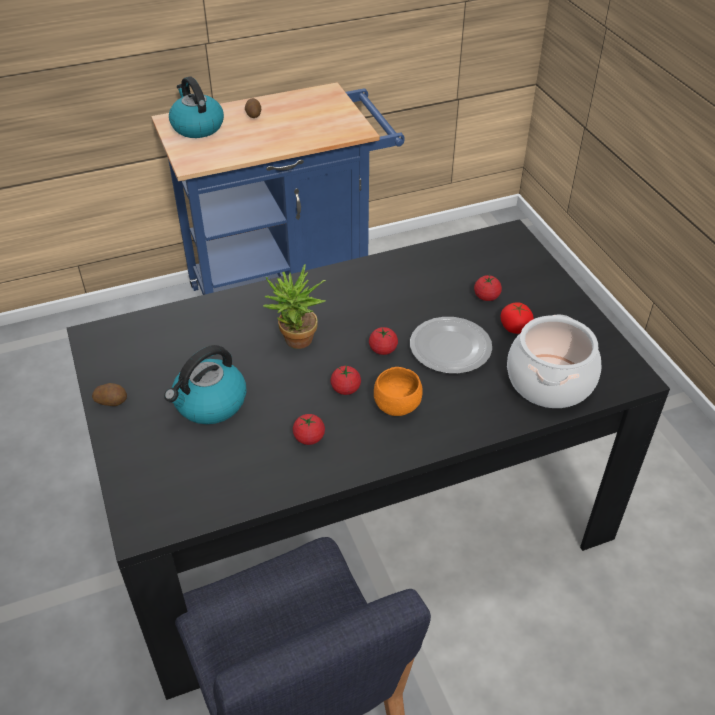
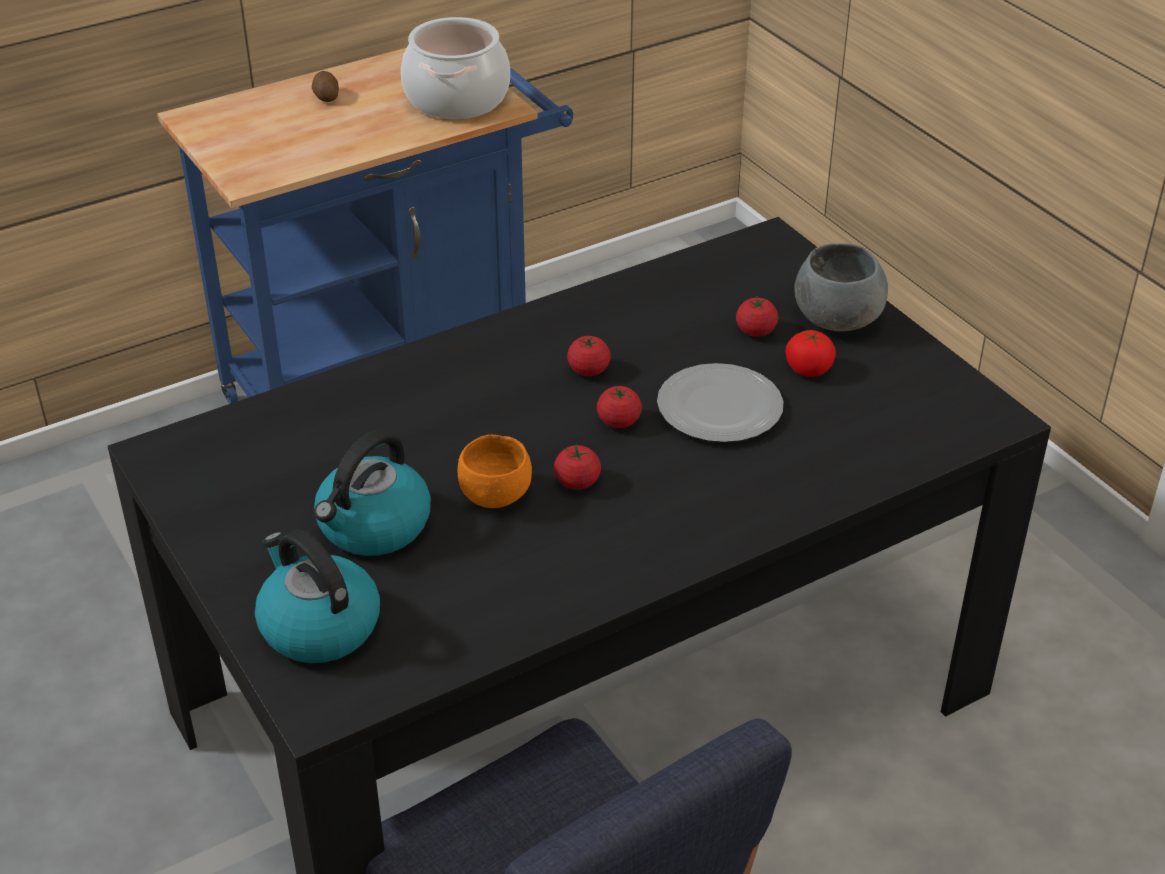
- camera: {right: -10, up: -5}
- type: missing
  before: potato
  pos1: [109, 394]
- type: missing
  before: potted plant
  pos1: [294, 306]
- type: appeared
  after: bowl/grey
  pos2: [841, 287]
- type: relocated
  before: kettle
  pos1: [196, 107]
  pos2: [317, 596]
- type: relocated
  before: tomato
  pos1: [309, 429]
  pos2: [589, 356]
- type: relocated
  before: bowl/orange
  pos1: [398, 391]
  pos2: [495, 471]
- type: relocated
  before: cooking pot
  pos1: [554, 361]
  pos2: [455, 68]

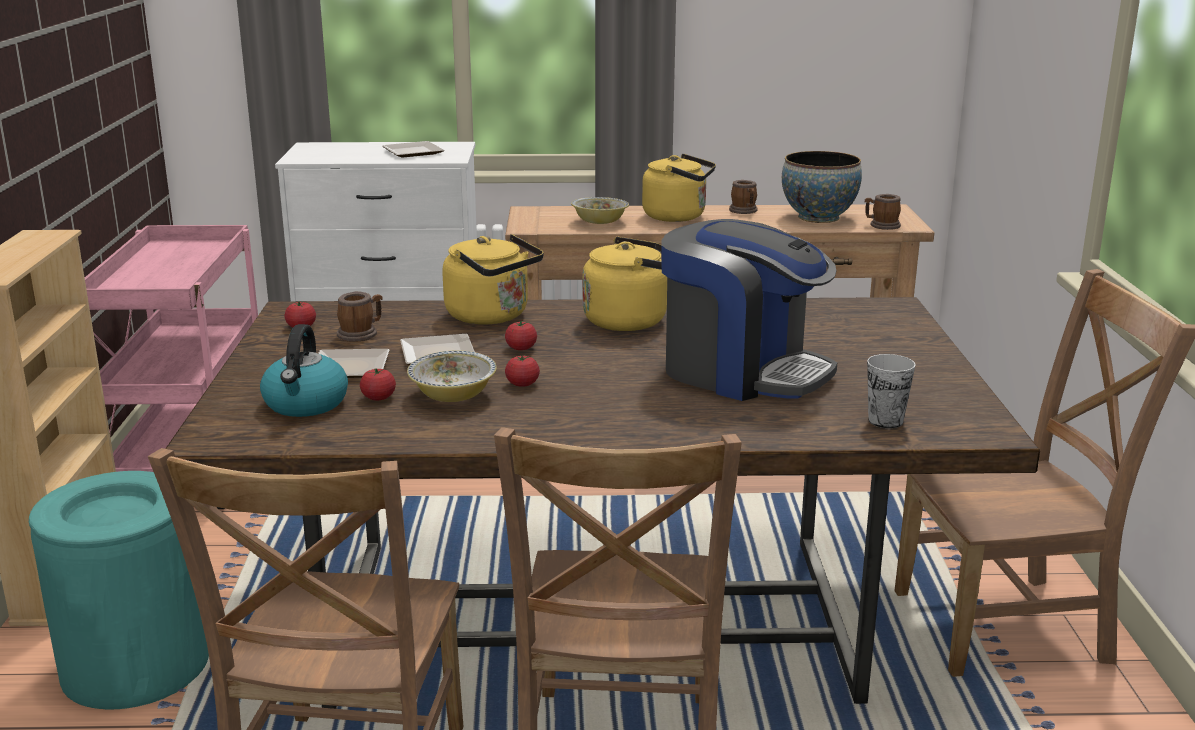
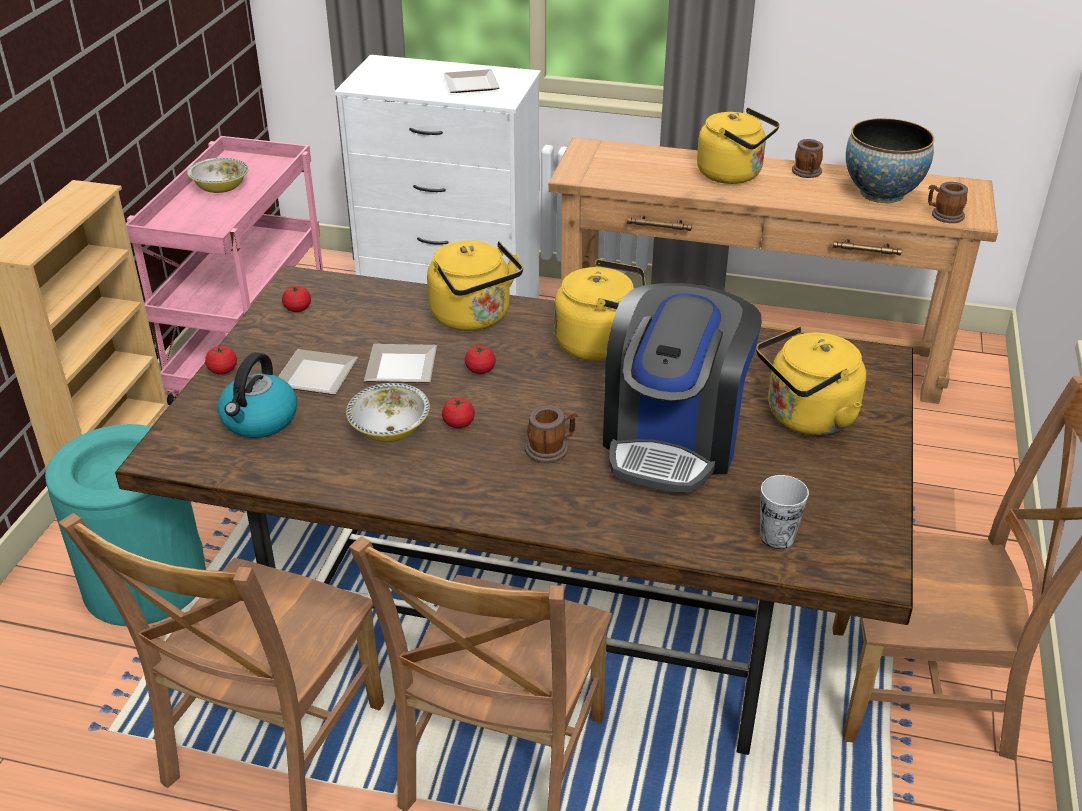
- camera: {right: 15, up: 15}
- type: appeared
  after: kettle/yellow
  pos2: [811, 381]
- type: relocated
  before: mug
  pos1: [360, 316]
  pos2: [551, 434]
- type: relocated
  before: tomato
  pos1: [378, 384]
  pos2: [221, 360]
- type: relocated
  before: bowl
  pos1: [600, 210]
  pos2: [218, 175]
- type: spun
  before: coffee machine
  pos1: [749, 310]
  pos2: [682, 388]
  turn: 60

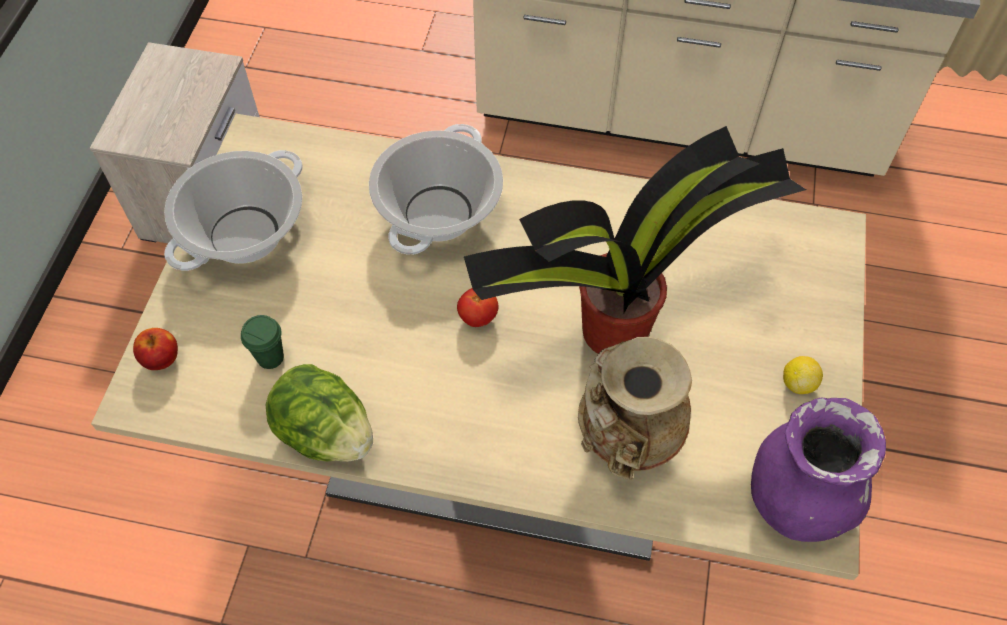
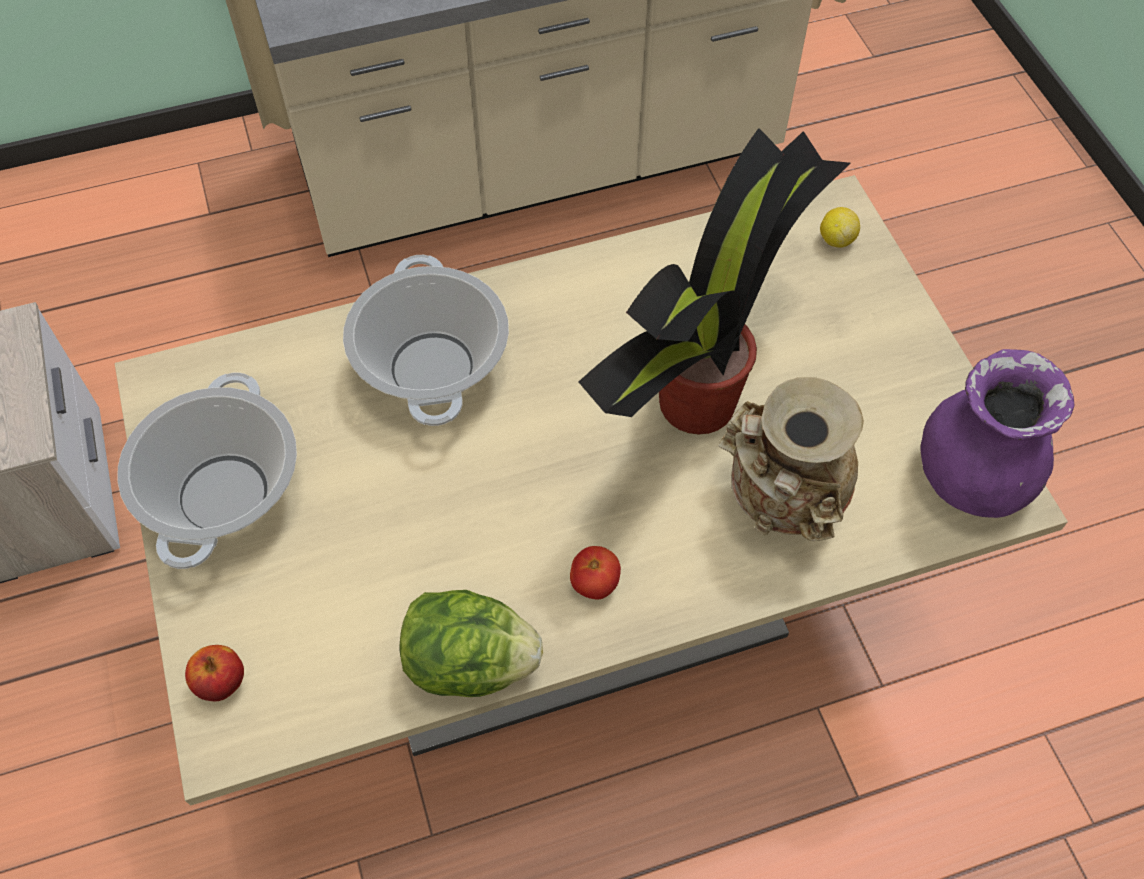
- camera: {right: -30, up: 0}
- type: missing
  before: cup/green
  pos1: [262, 342]
- type: relocated
  before: tomato
  pos1: [478, 307]
  pos2: [595, 572]
- type: relocated
  before: lemon
  pos1: [803, 375]
  pos2: [840, 227]

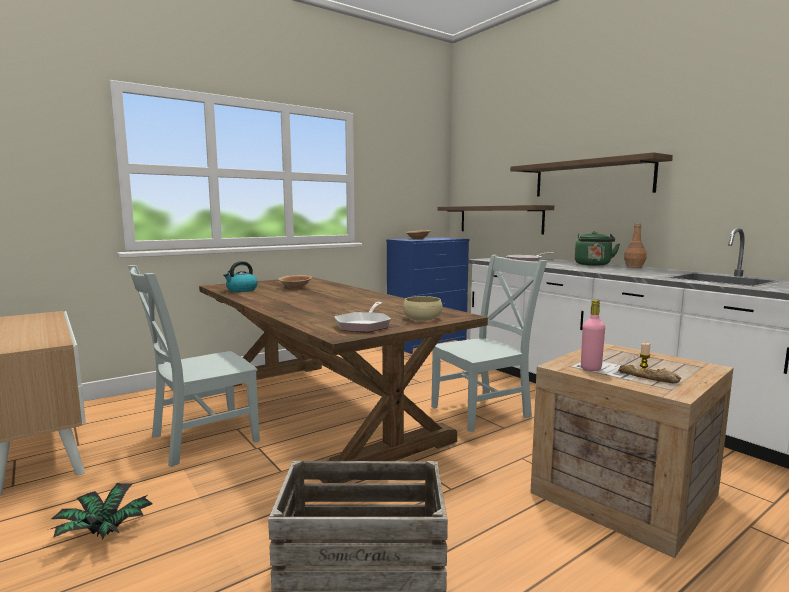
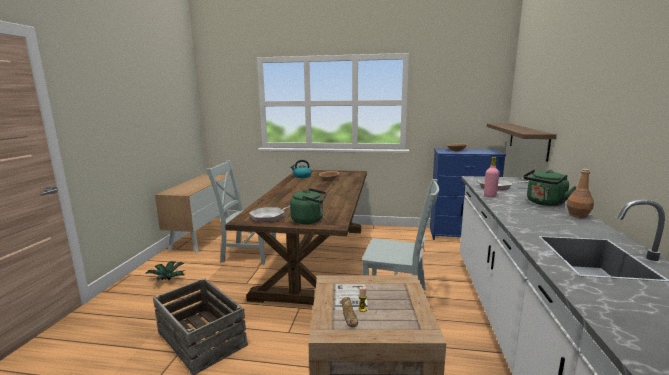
- camera: {right: 45, up: 5}
- type: missing
  before: shelf
  pos1: [591, 174]
- type: relocated
  before: bottle/pink
  pos1: [593, 335]
  pos2: [492, 177]
- type: exchanged
  before: bowl/beige
  after: kettle/green
  pos1: [423, 308]
  pos2: [308, 206]

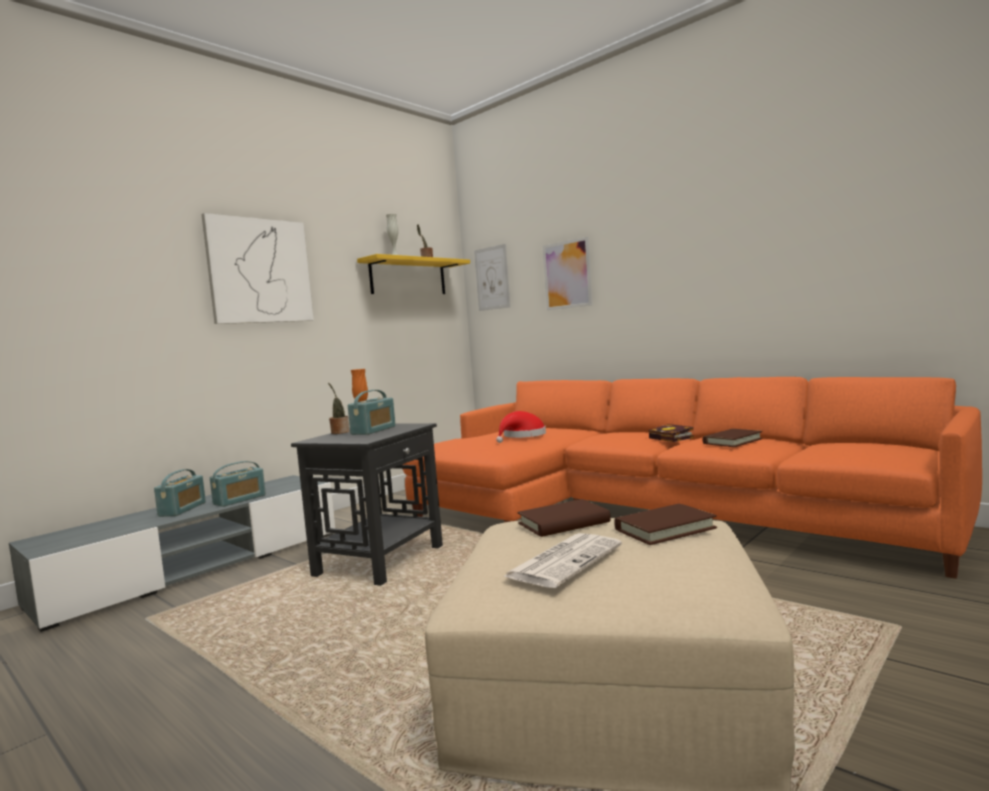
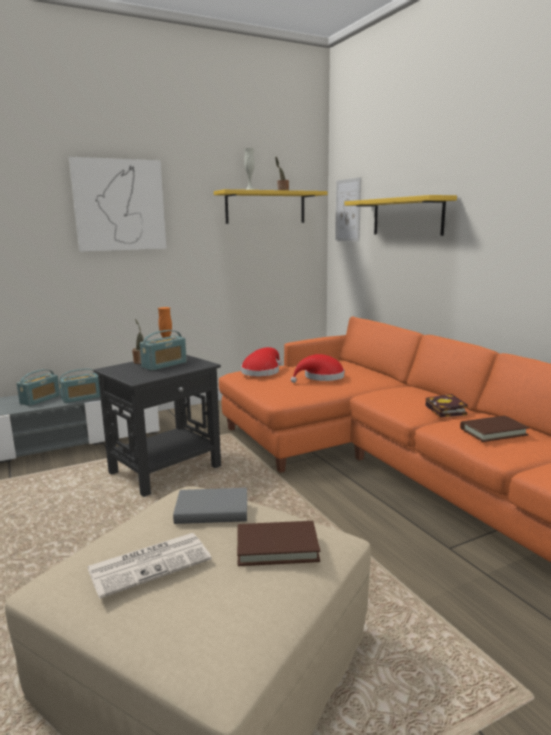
- camera: {right: 20, up: 10}
- type: appeared
  after: hat/red
  pos2: [261, 361]
- type: exchanged
  before: picture
  after: shelf/yellow
  pos1: [567, 273]
  pos2: [401, 215]
- type: colour
  before: book/brown
  after: book/grey
  pos1: [564, 518]
  pos2: [210, 506]

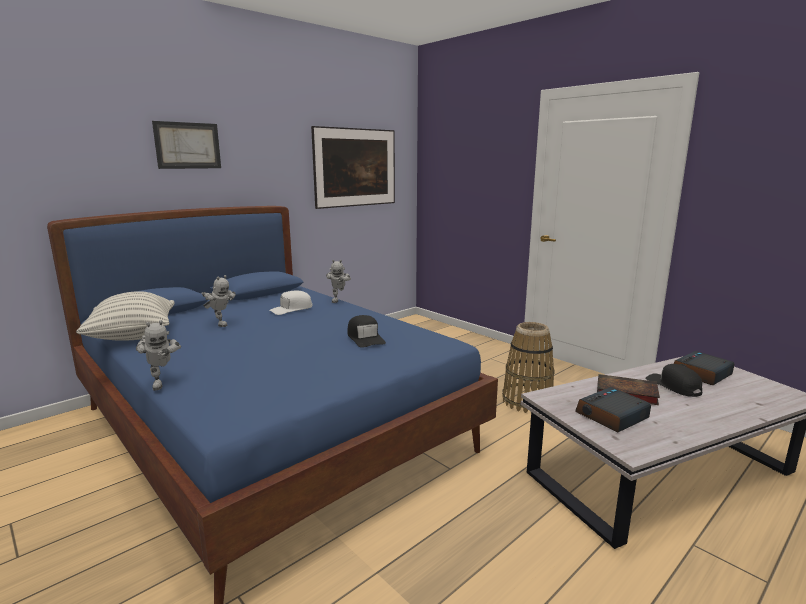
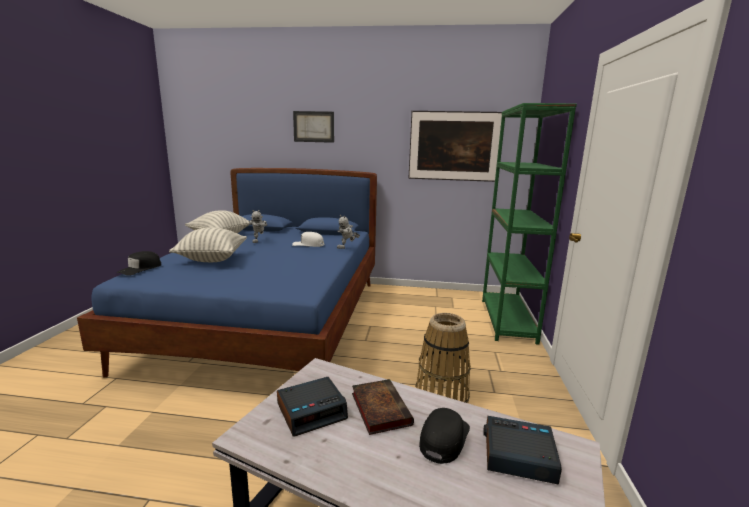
- camera: {right: 50, up: 0}
- type: missing
  before: toy robot
  pos1: [158, 355]
- type: appeared
  after: pillow
  pos2: [208, 244]
- type: appeared
  after: bookcase/green
  pos2: [529, 224]
- type: relocated
  before: cap/black
  pos1: [366, 331]
  pos2: [139, 263]
- type: spun
  before: alarm clock
  pos1: [613, 409]
  pos2: [312, 406]
  turn: 135

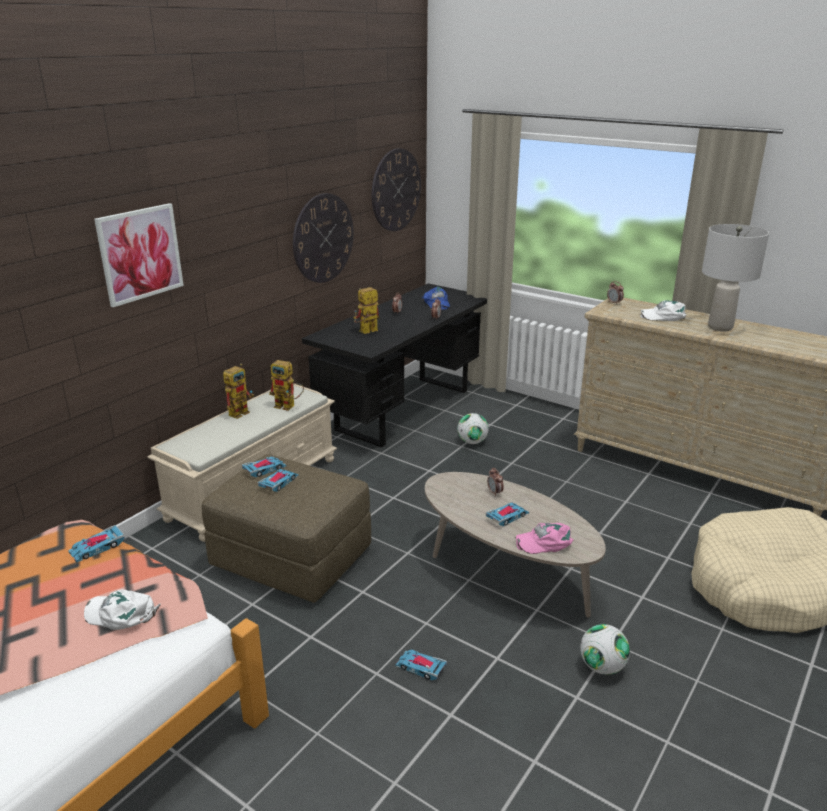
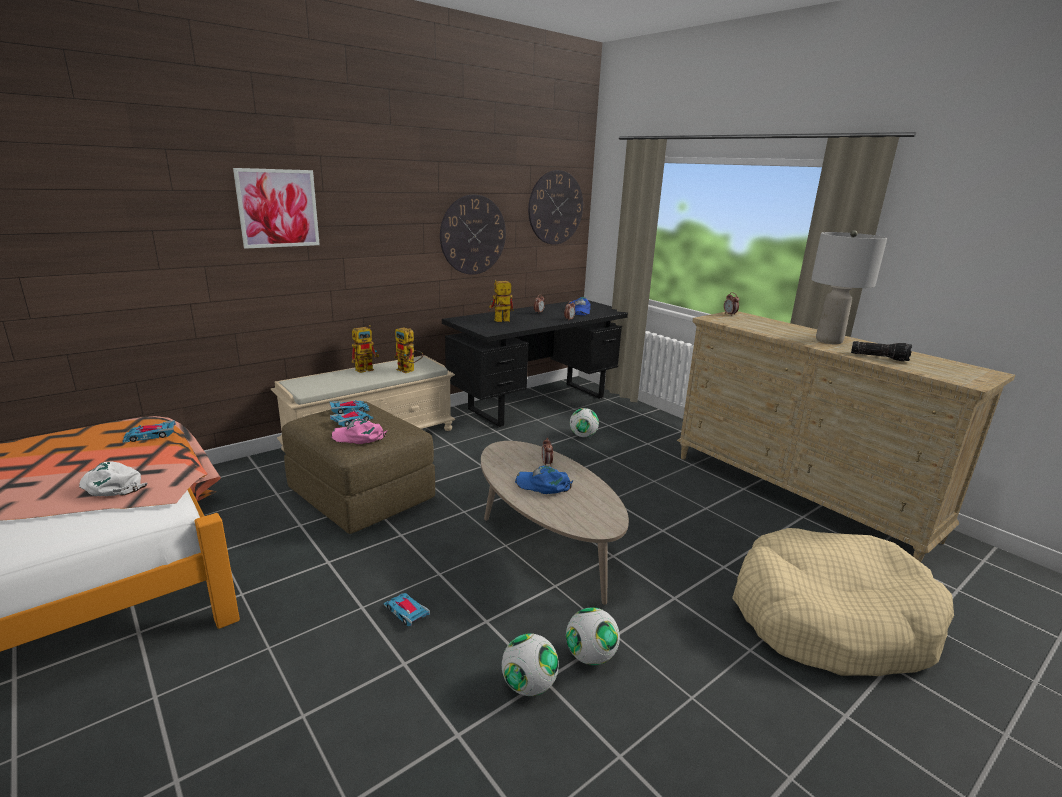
- camera: {right: 15, up: -5}
- type: missing
  before: cap/white
  pos1: [663, 310]
- type: appeared
  after: football
  pos2: [530, 664]
- type: appeared
  after: flashlight
  pos2: [881, 351]
- type: relocated
  before: cap/pink
  pos1: [544, 538]
  pos2: [359, 431]
- type: exchanged
  before: toy car
  after: cap/blue
  pos1: [507, 514]
  pos2: [544, 479]

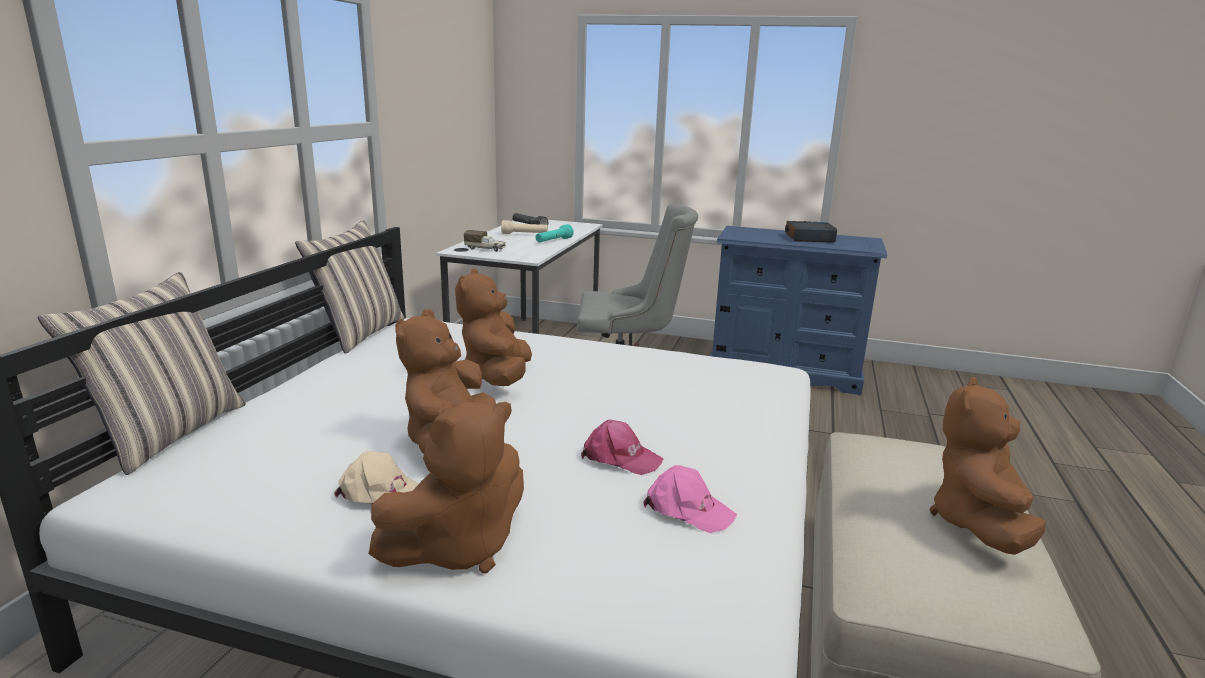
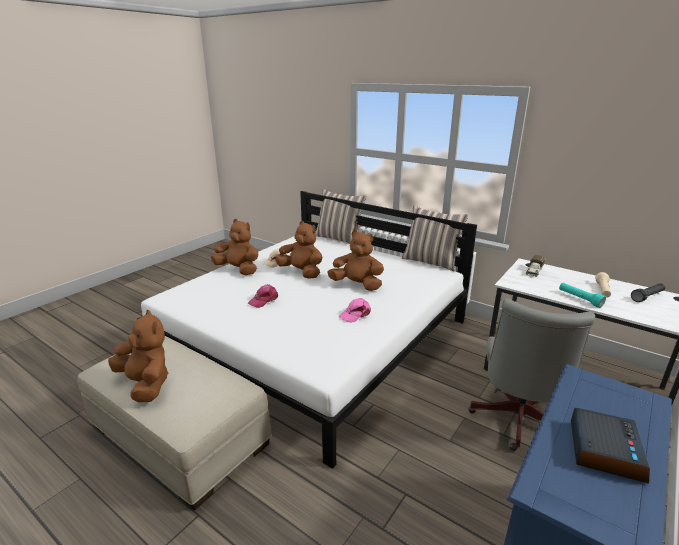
- camera: {right: 110, up: 5}
- type: relocated
  before: cap/pink
  pos1: [690, 499]
  pos2: [355, 310]
- type: spun
  before: plush toy/brown
  pos1: [446, 487]
  pos2: [234, 247]
  turn: 135

